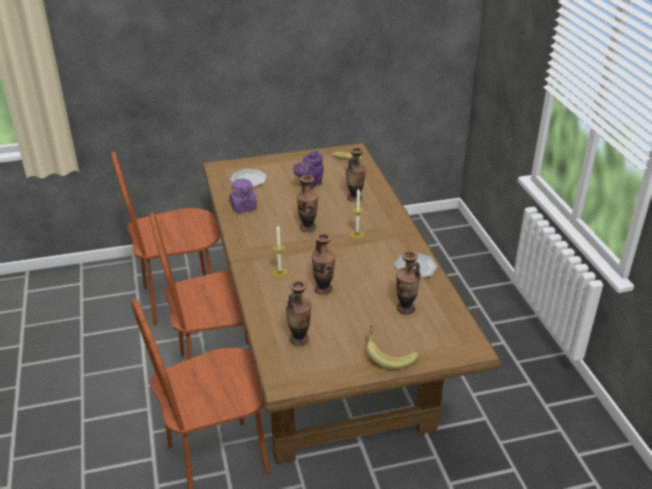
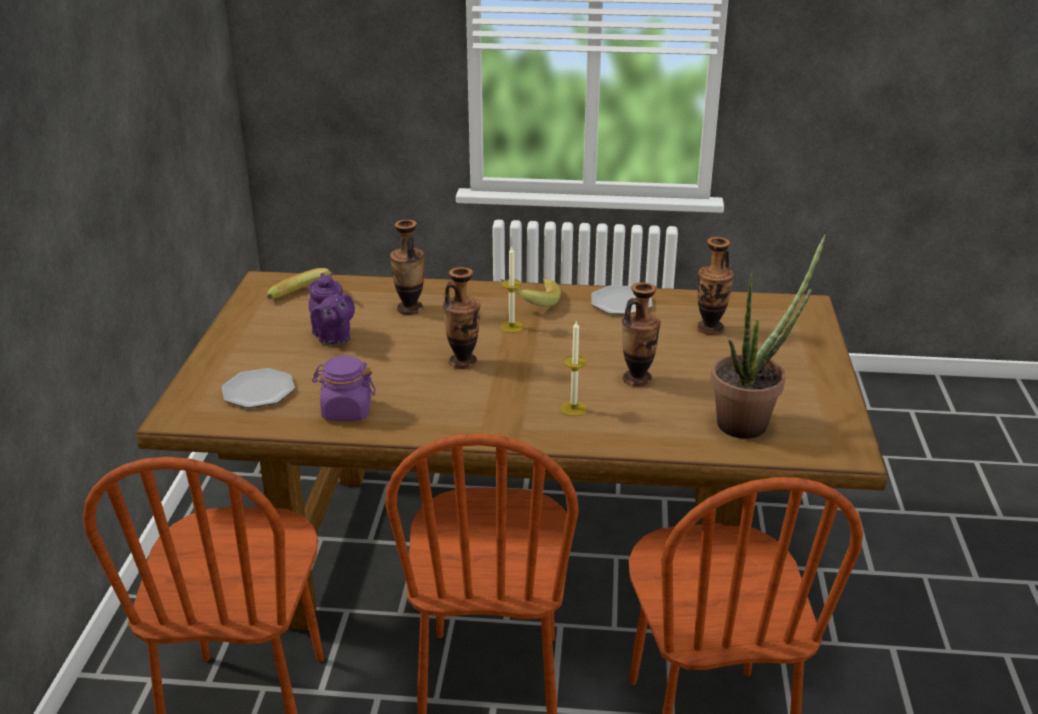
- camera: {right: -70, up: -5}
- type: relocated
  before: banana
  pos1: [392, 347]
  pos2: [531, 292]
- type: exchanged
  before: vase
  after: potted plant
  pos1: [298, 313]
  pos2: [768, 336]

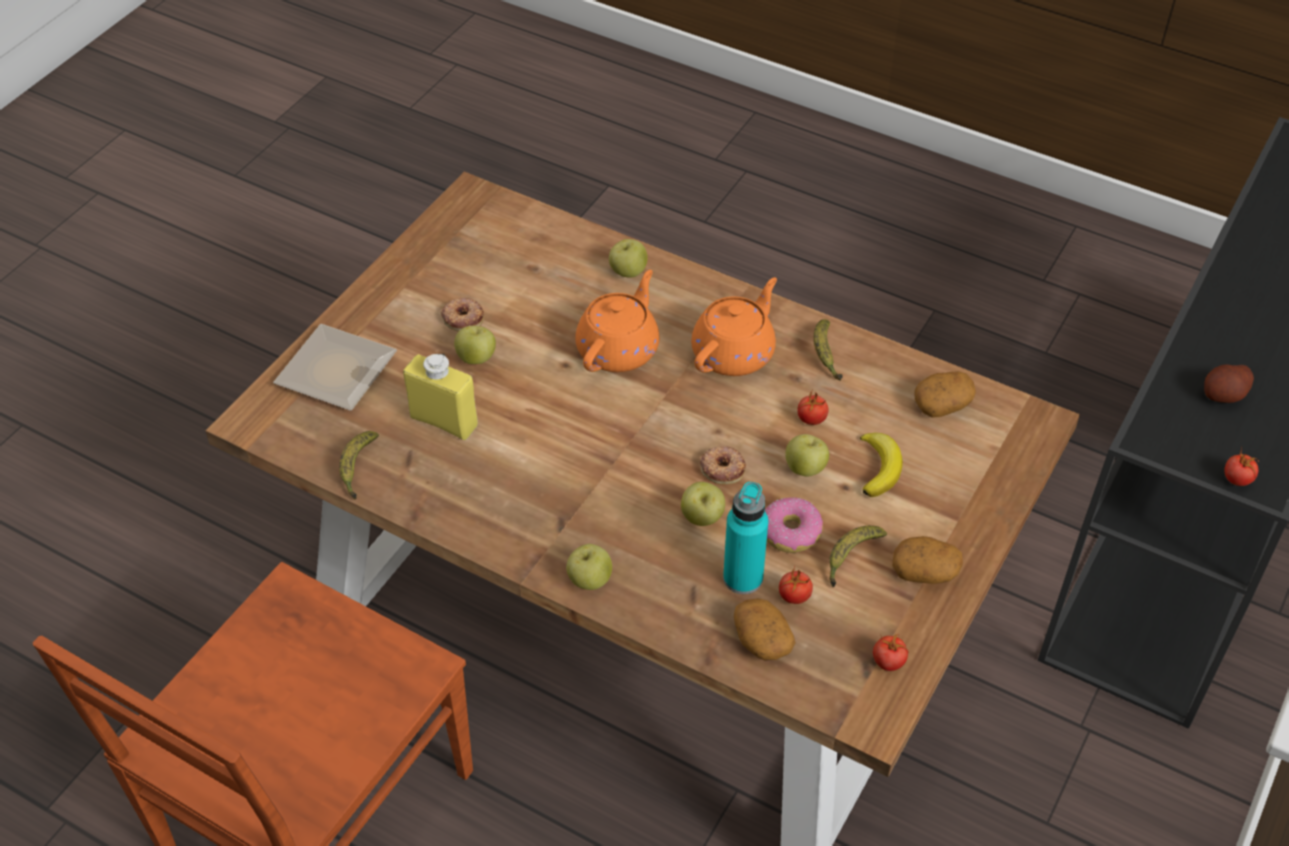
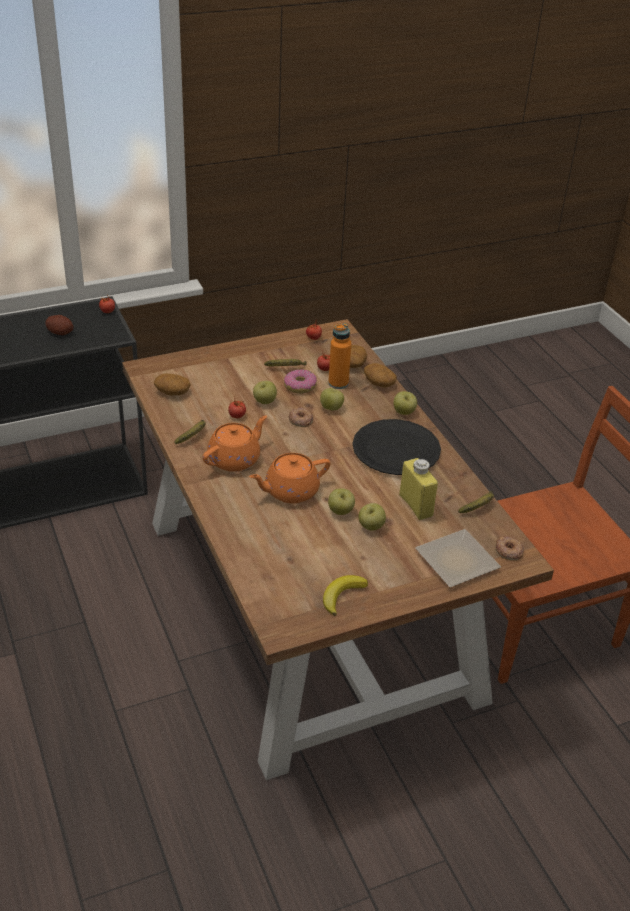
- camera: {right: -145, up: -10}
- type: appeared
  after: plate/black
  pos2: [396, 447]
- type: relocated
  before: donut
  pos1: [462, 315]
  pos2: [509, 548]
- type: relocated
  before: apple
  pos1: [628, 258]
  pos2: [341, 501]
- type: relocated
  before: banana
  pos1: [881, 465]
  pos2: [345, 595]
- type: relocated
  before: potato
  pos1: [927, 560]
  pos2: [380, 375]
- type: colour
  before: bottle/turquoise
  after: bottle/orange
  pos1: [745, 538]
  pos2: [340, 356]
- type: spun
  before: teapot/orange
  pos1: [734, 326]
  pos2: [234, 444]
  turn: 150

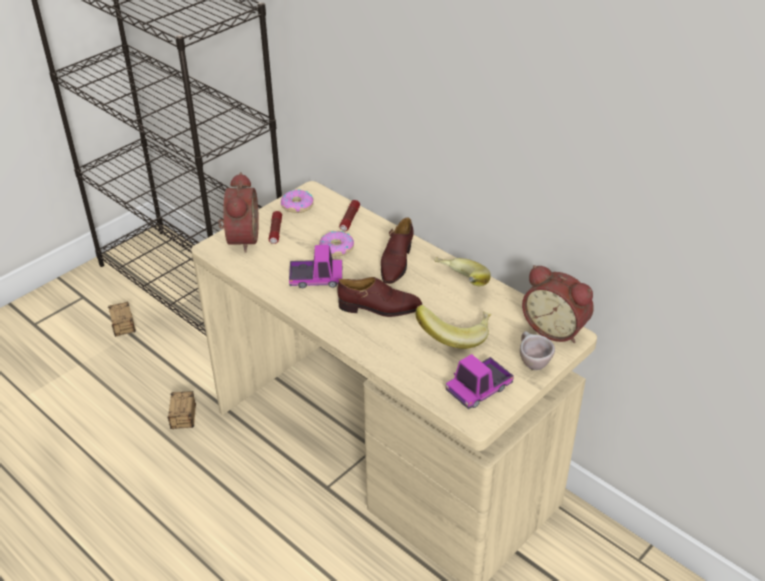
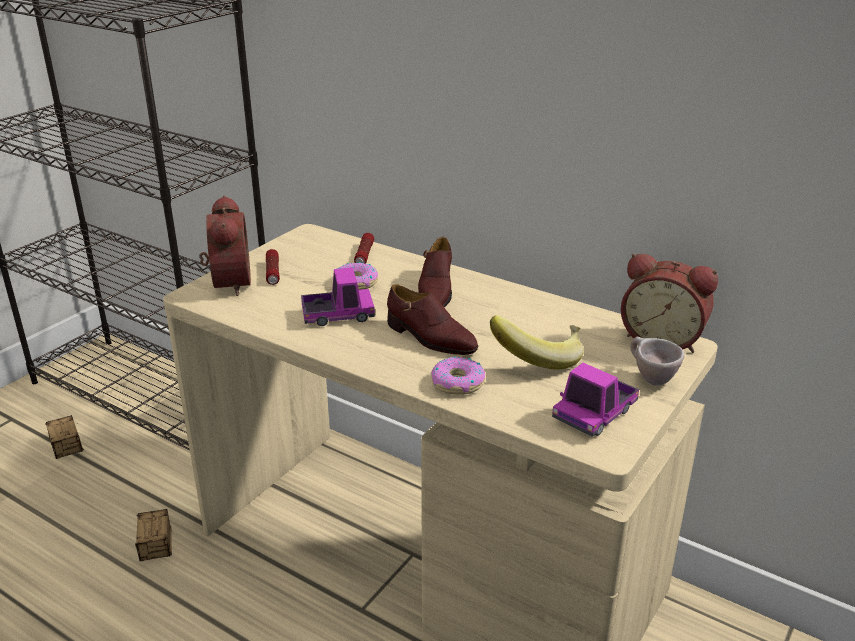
- camera: {right: -10, up: -10}
- type: missing
  before: banana
  pos1: [462, 271]
- type: relocated
  before: donut
  pos1: [297, 201]
  pos2: [458, 375]
- type: spun
  before: shoe/brown
  pos1: [380, 297]
  pos2: [432, 319]
  turn: 45

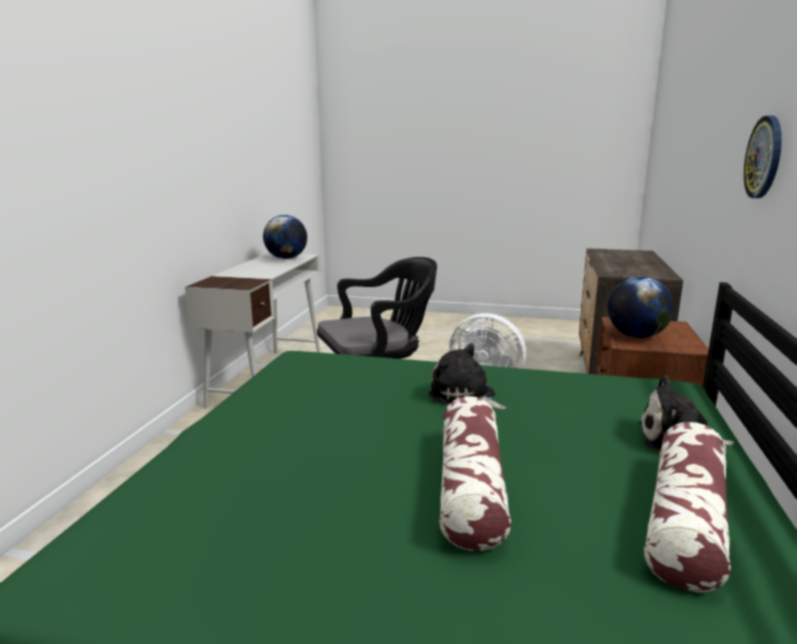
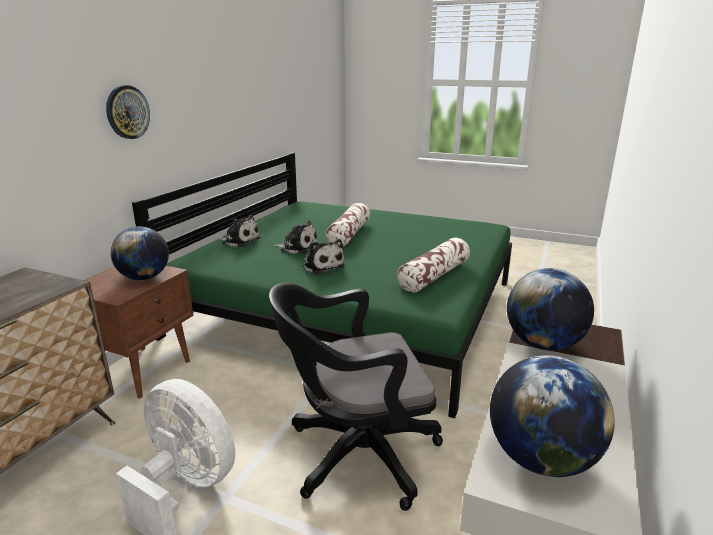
- camera: {right: -170, up: 5}
- type: appeared
  after: plush toy
  pos2: [295, 237]
- type: appeared
  after: globe
  pos2: [550, 309]
- type: relocated
  before: pillow
  pos1: [687, 507]
  pos2: [433, 265]

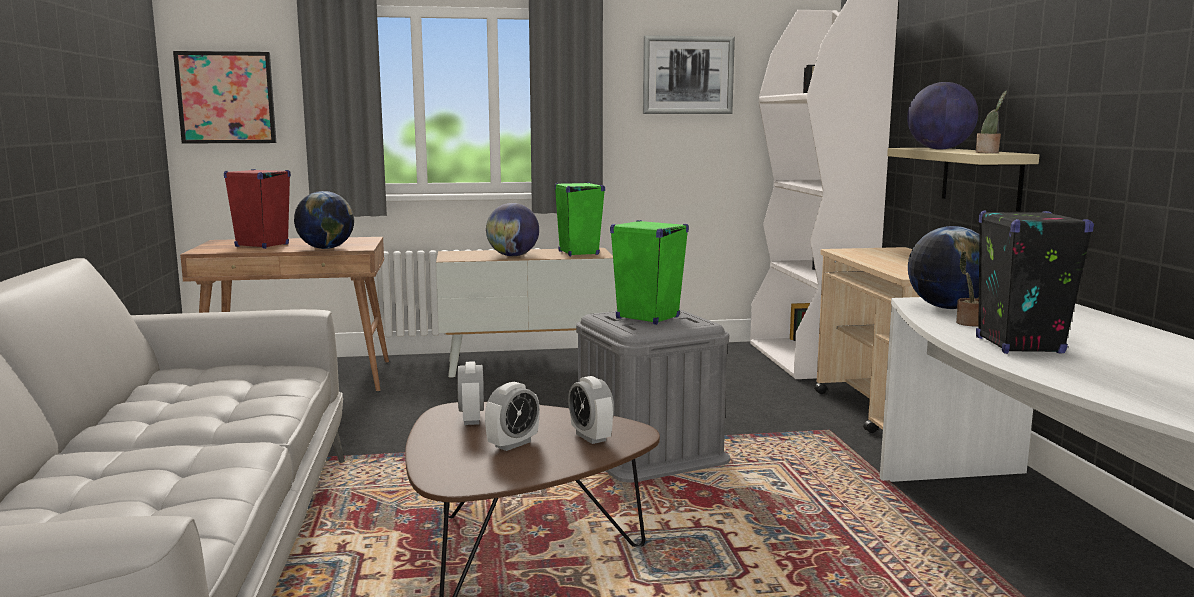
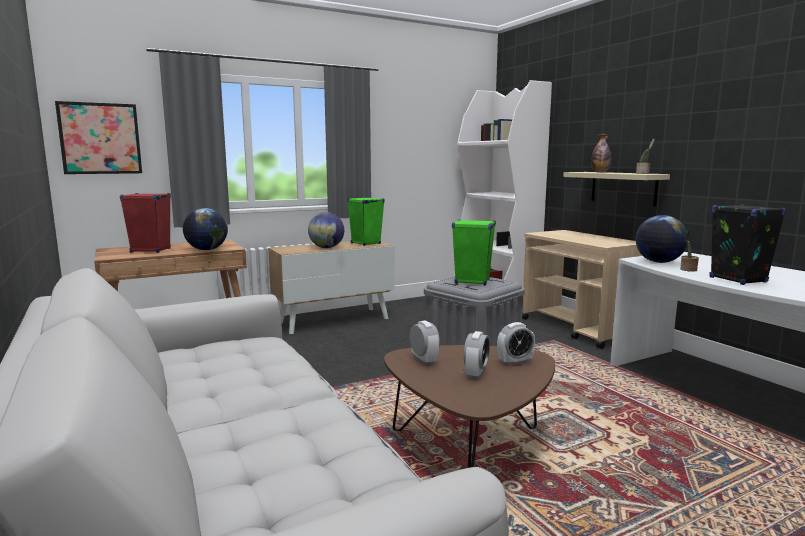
- camera: {right: -20, up: 0}
- type: missing
  before: picture
  pos1: [689, 74]
- type: exchanged
  before: globe
  after: bottle
  pos1: [942, 116]
  pos2: [601, 153]
- type: spun
  before: alarm clock
  pos1: [591, 410]
  pos2: [516, 344]
  turn: -60

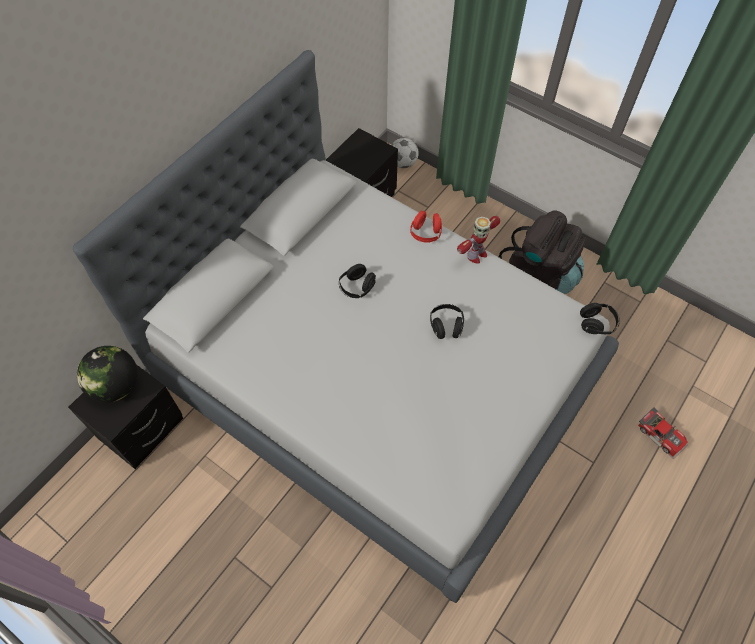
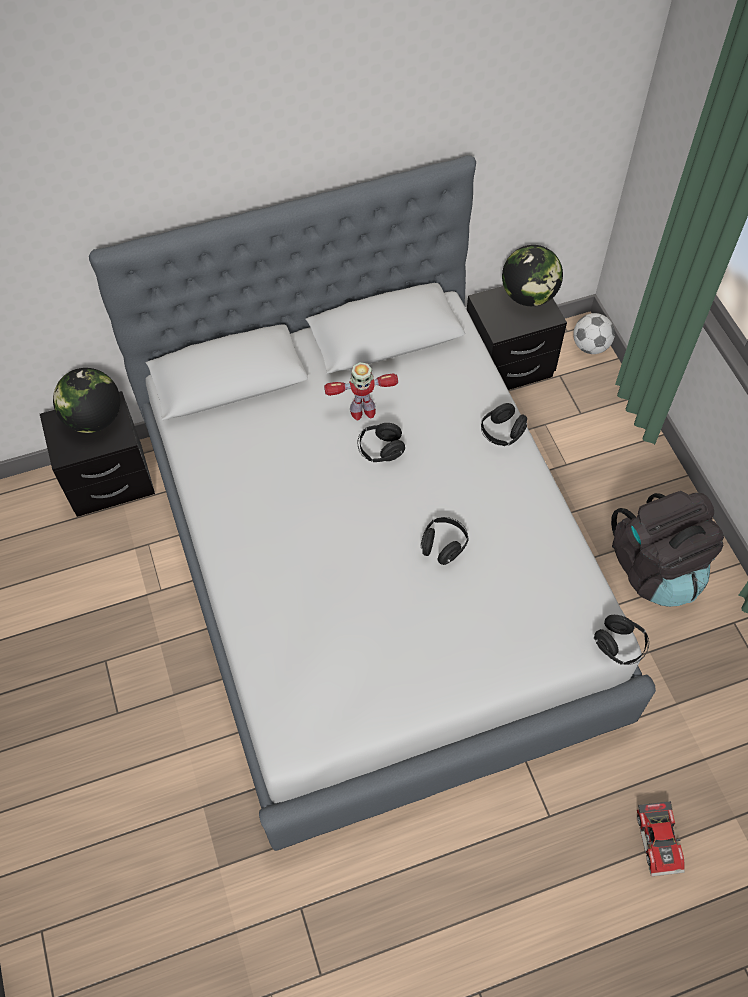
- camera: {right: 35, up: 0}
- type: appeared
  after: globe
  pos2: [532, 275]
- type: relocated
  before: toy robot
  pos1: [478, 240]
  pos2: [361, 391]
- type: colour
  before: headphones/red
  after: headphones/black
  pos1: [426, 227]
  pos2: [504, 424]

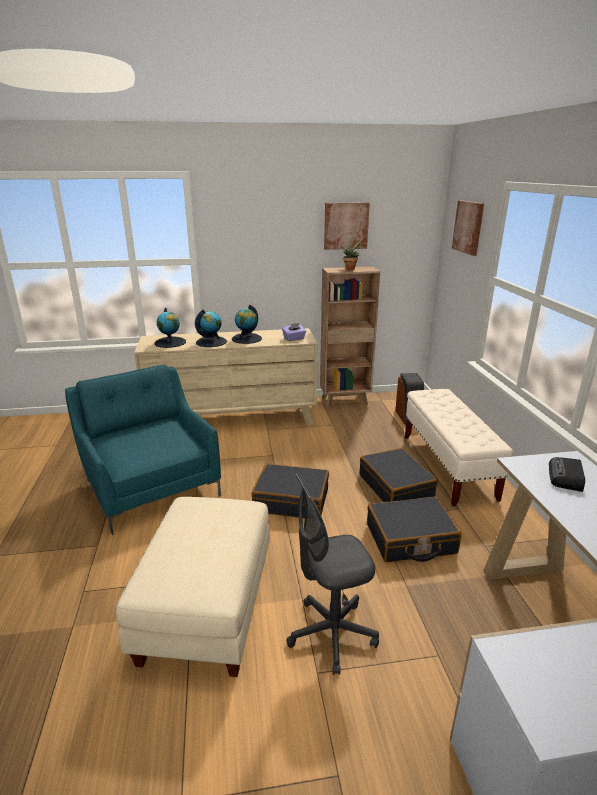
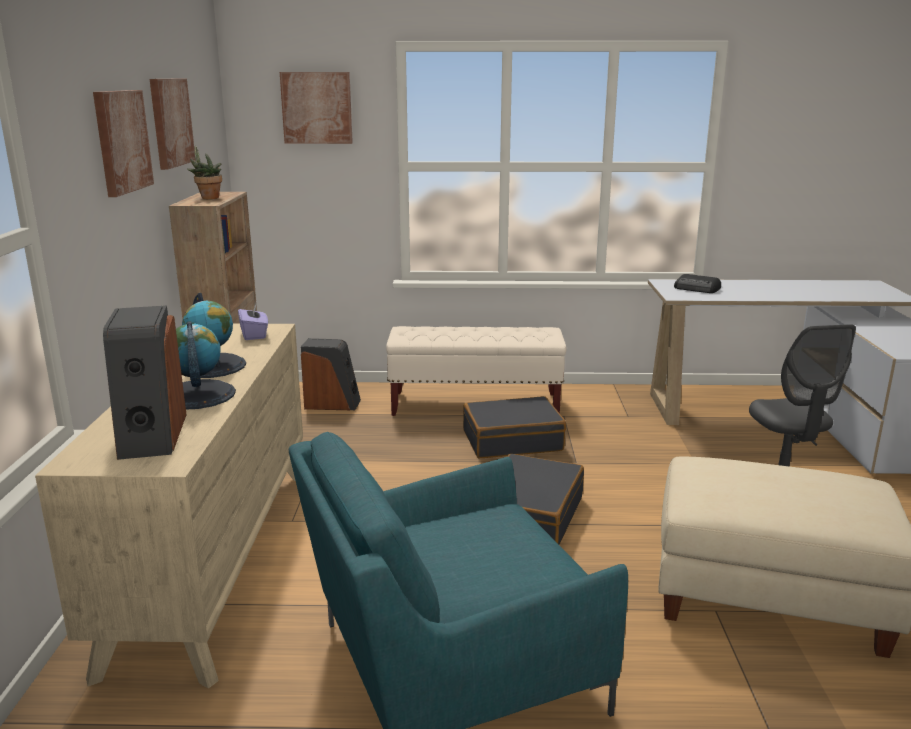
- camera: {right: -80, up: -5}
- type: missing
  before: suitcase/black
  pos1: [414, 529]
- type: appeared
  after: picture
  pos2: [123, 143]
- type: exchanged
  before: globe
  after: speaker
  pos1: [170, 328]
  pos2: [145, 383]

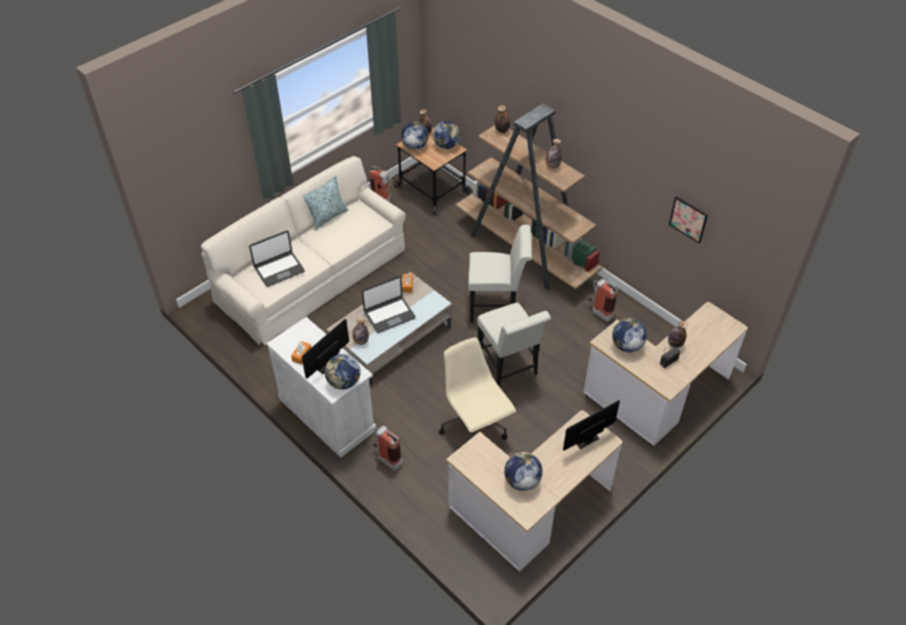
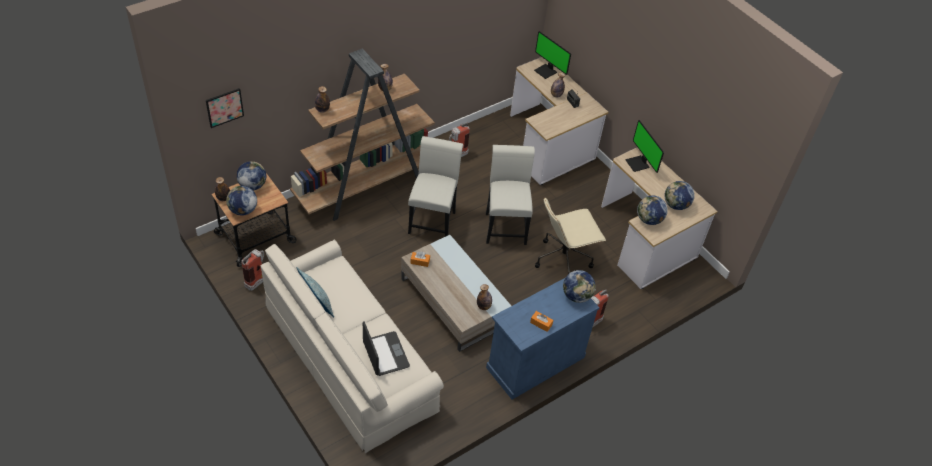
- camera: {right: -85, up: 0}
- type: missing
  before: laptop
  pos1: [389, 304]
- type: relocated
  before: monitor
  pos1: [325, 349]
  pos2: [552, 55]
- type: relocated
  before: globe
  pos1: [629, 335]
  pos2: [652, 210]
- type: relocated
  before: picture
  pos1: [688, 220]
  pos2: [225, 108]
- type: colour
  before: cabinet/white
  after: cabinet/blue
  pos1: [321, 387]
  pos2: [543, 339]
- type: spun
  before: chair/white
  pos1: [514, 345]
  pos2: [510, 195]
  turn: -75

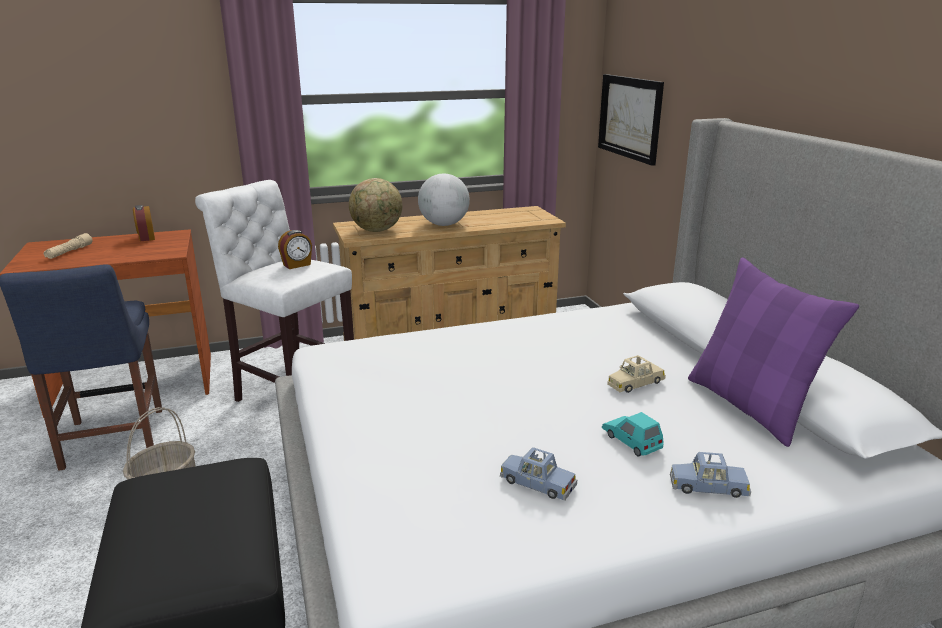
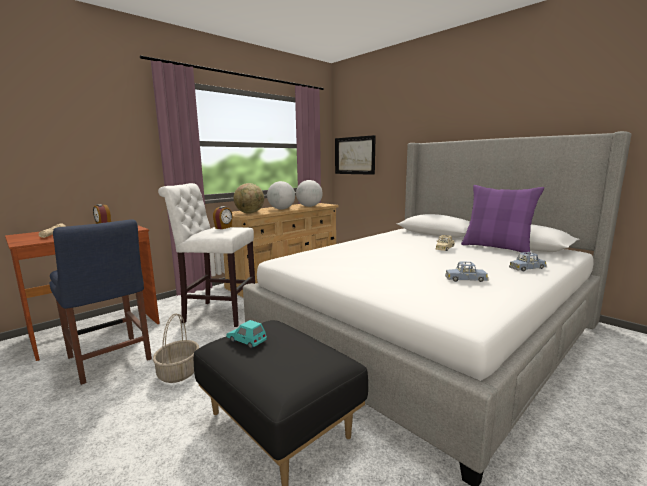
- camera: {right: -25, up: -10}
- type: appeared
  after: globe
  pos2: [309, 193]
- type: relocated
  before: toy car/turquoise
  pos1: [633, 434]
  pos2: [246, 334]

